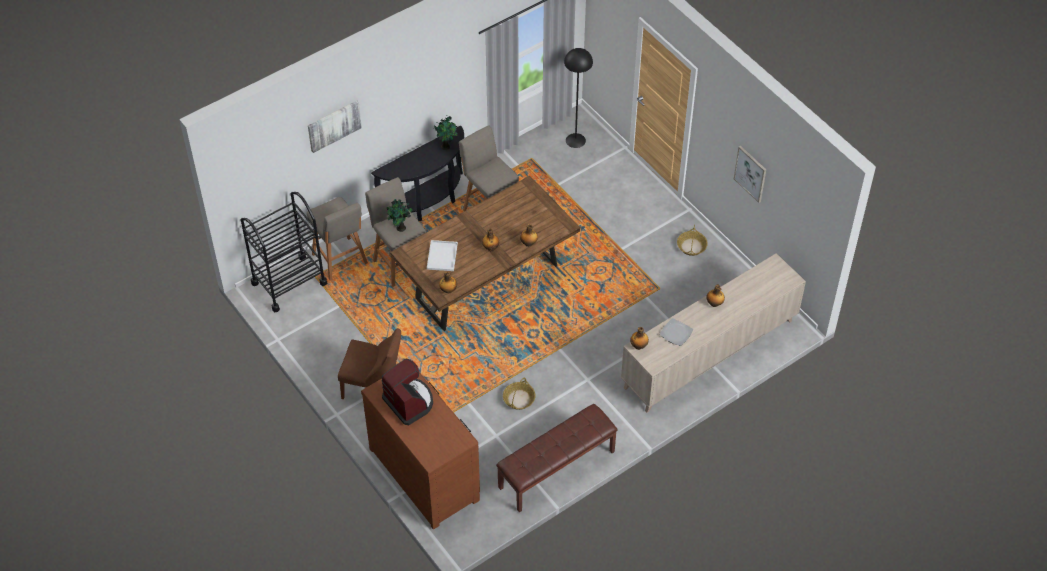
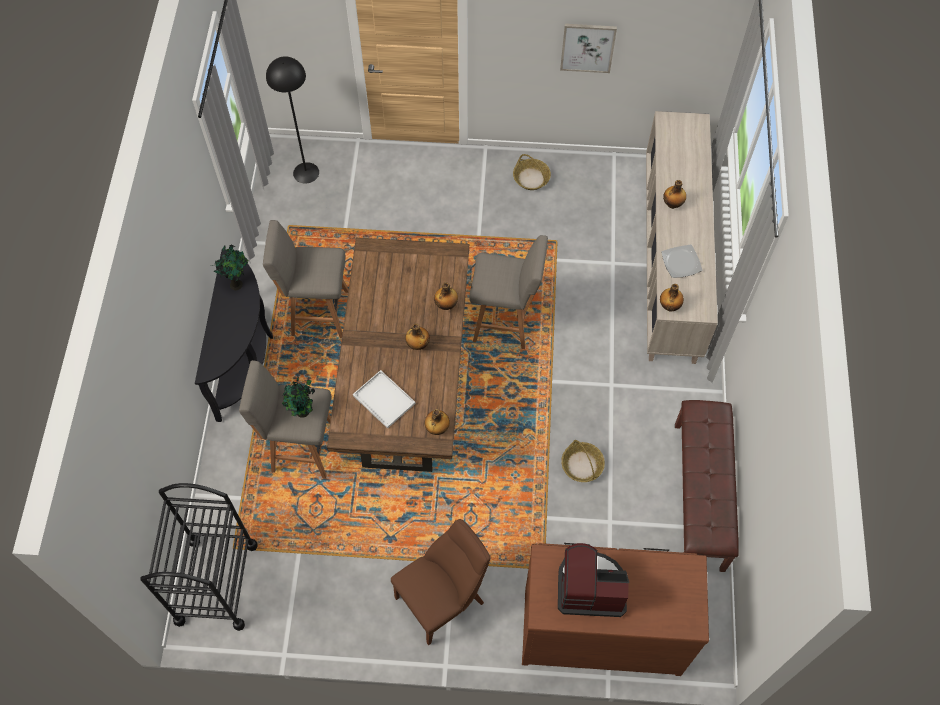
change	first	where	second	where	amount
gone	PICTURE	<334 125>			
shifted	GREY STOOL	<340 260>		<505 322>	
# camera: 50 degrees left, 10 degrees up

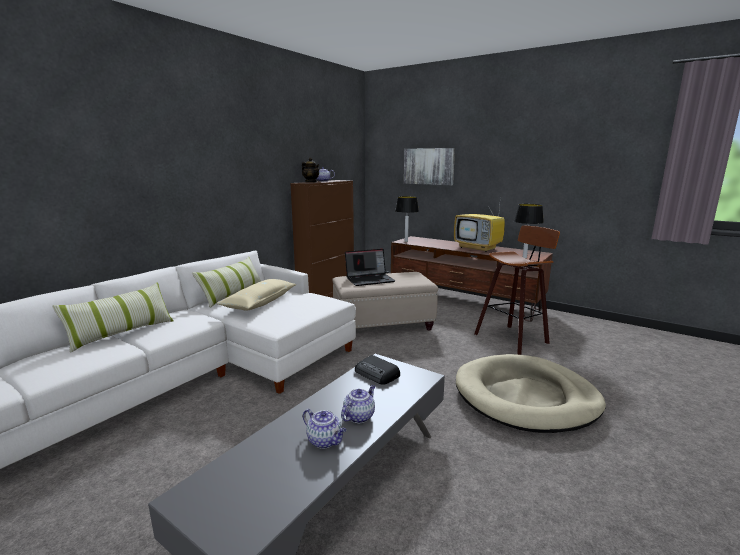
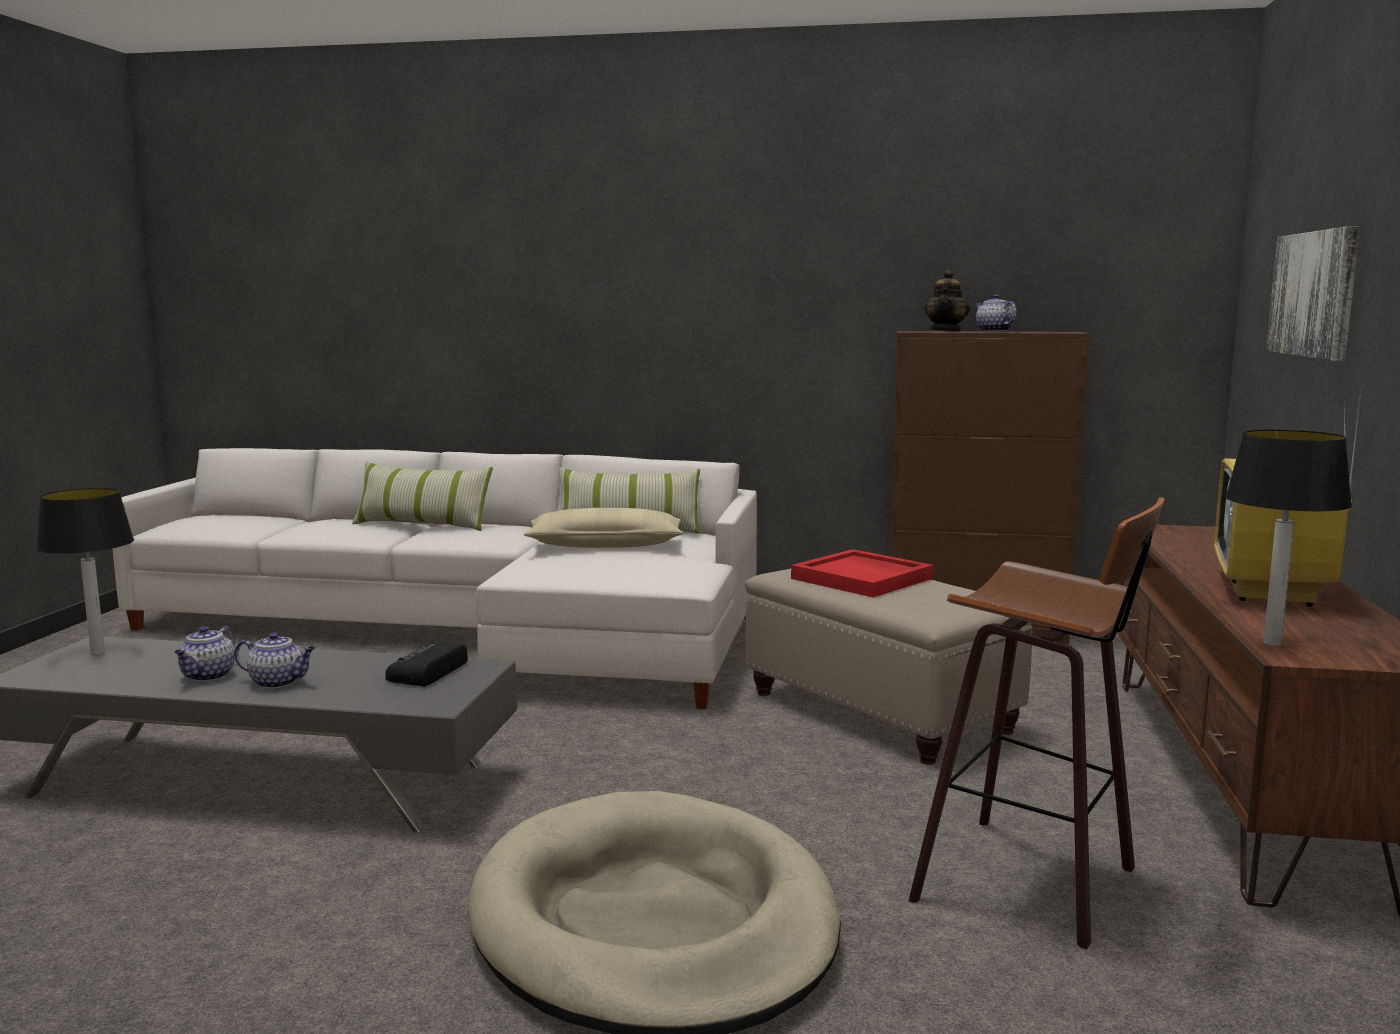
change	first	where	second	where	amount
shifted	TABLE LAMP	<406 241>		<98 652>	
swapped	LAPTOP	<370 279>	RED TRAY	<863 578>	
# camera: 65 degrees right, 5 degrees down

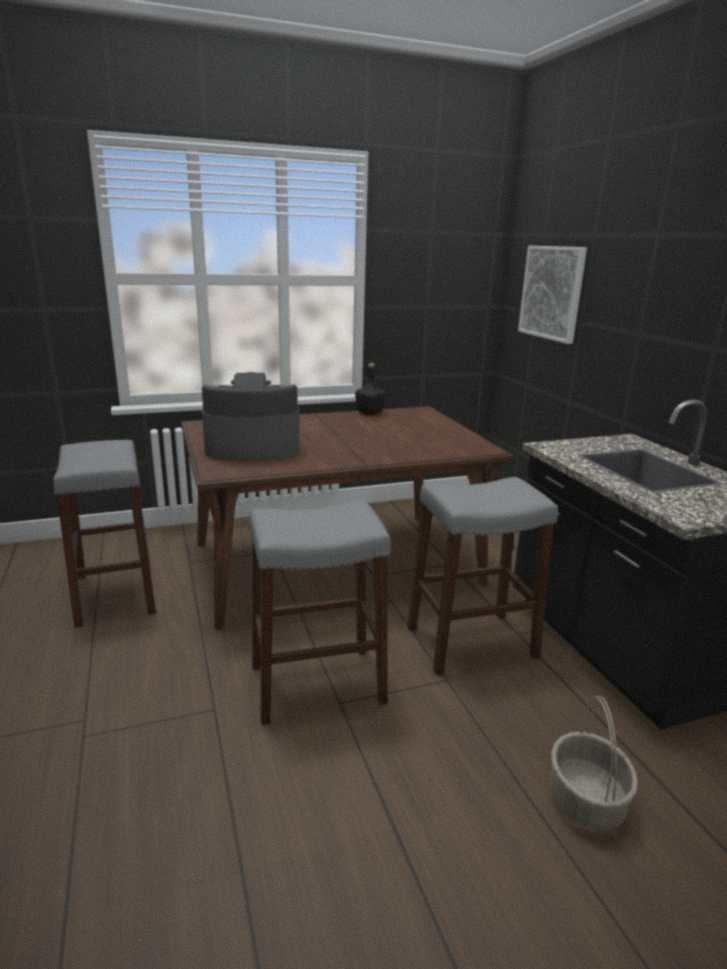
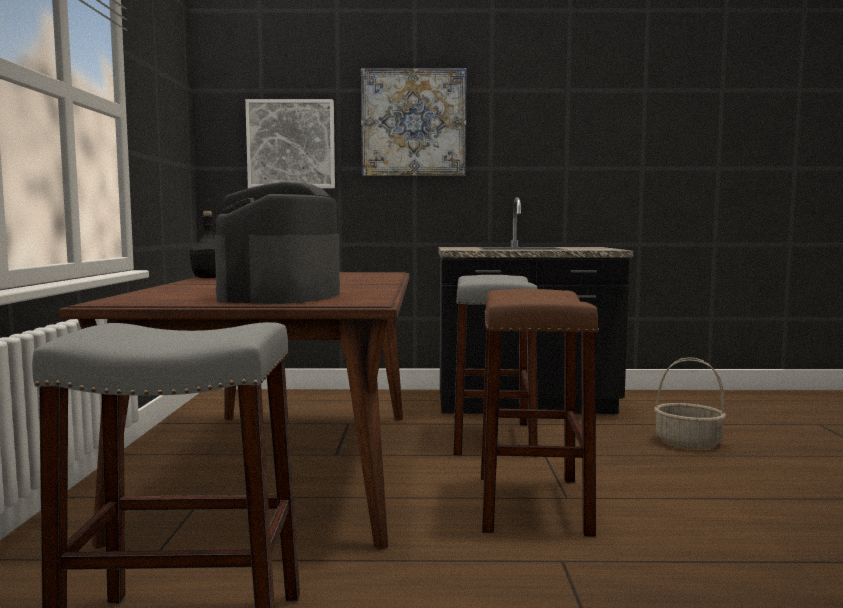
change	first	where	second	where	amount
new			PICTURE	<413 123>	
repainted	GREY STOOL	<316 684>	BROWN STOOL	<532 504>	
# camera: 70 degrees left, 15 degrees down

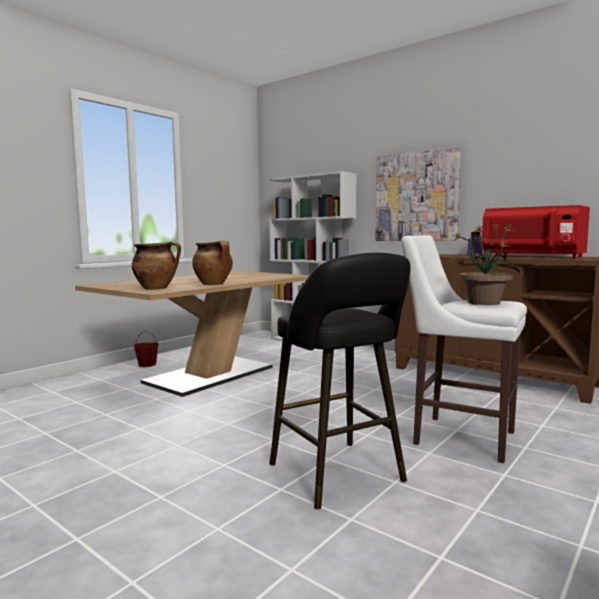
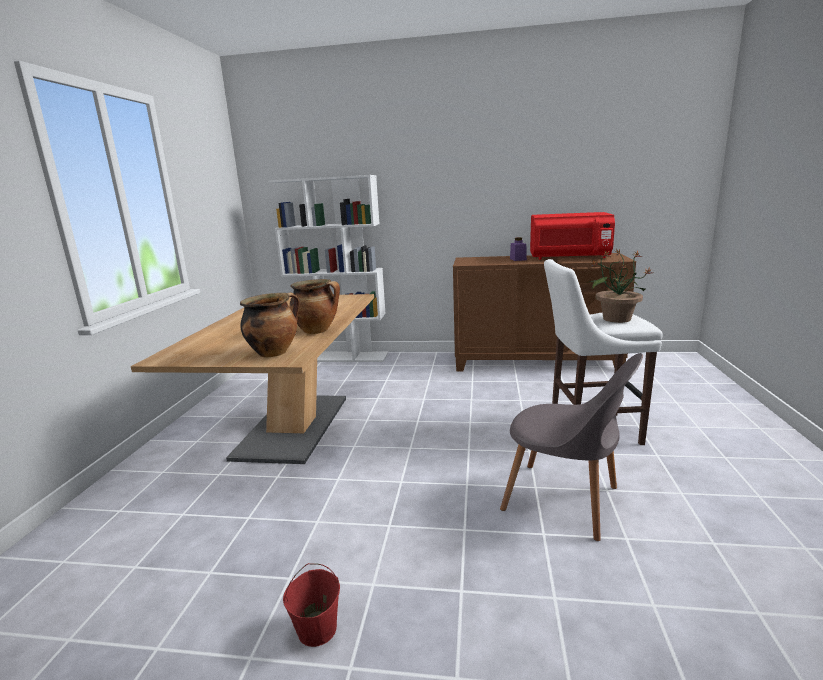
change	first	where	second	where	amount
gone	PICTURE	<416 196>			
shifted	RED BUCKET	<147 365>		<317 629>	
swapped	BLACK STOOL	<340 476>	GREY CHAIR	<566 501>	
# camera: 30 degrees left, 10 degrees up

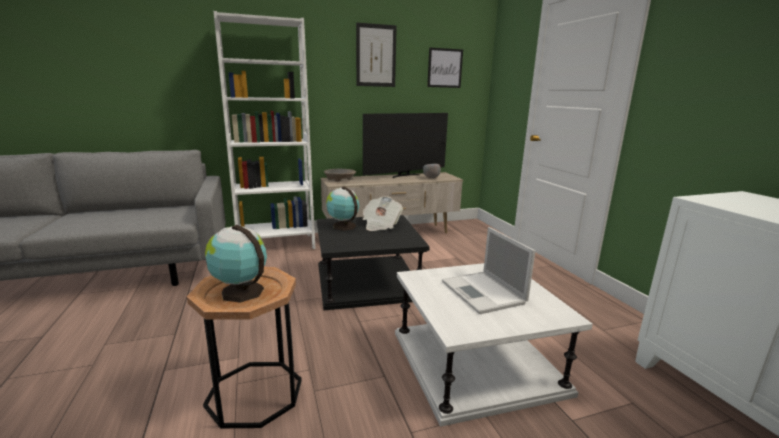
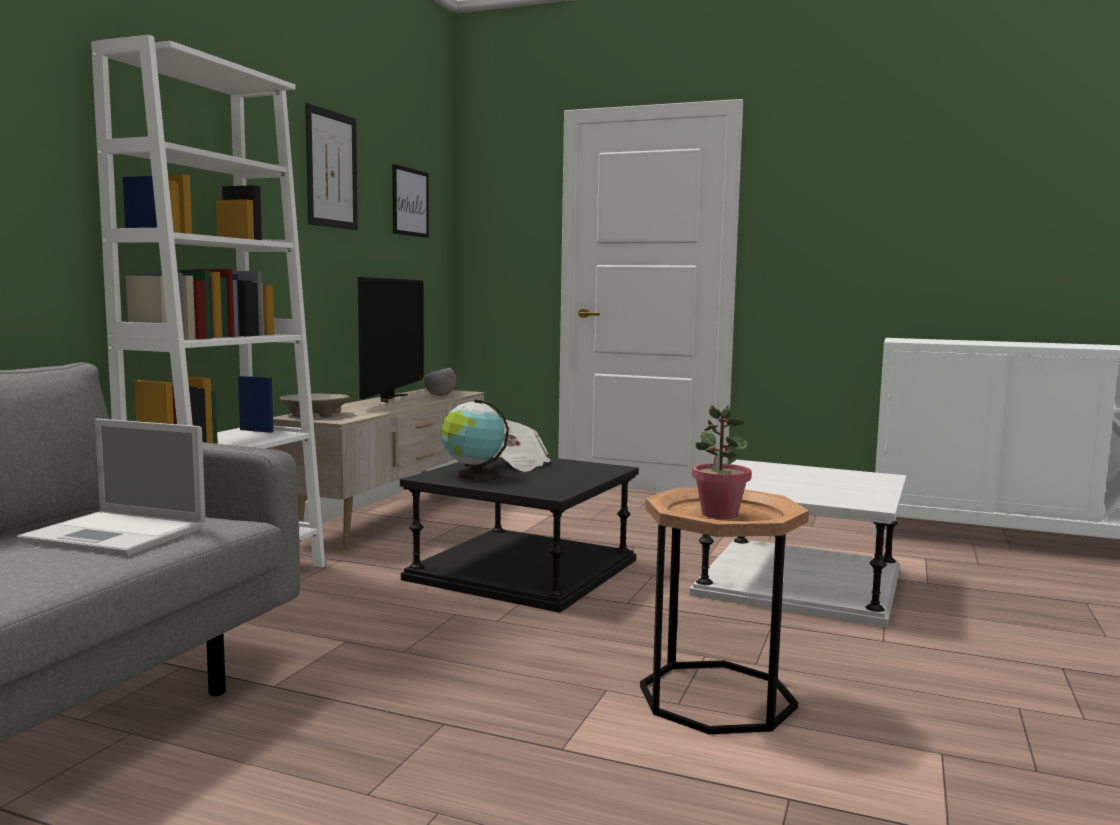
change	first	where	second	where	amount
shifted	LAPTOP	<484 293>		<118 534>	
swapped	GLOBE	<240 291>	POTTED PLANT	<719 514>	
# camera: 50 degrees left, 10 degrees down

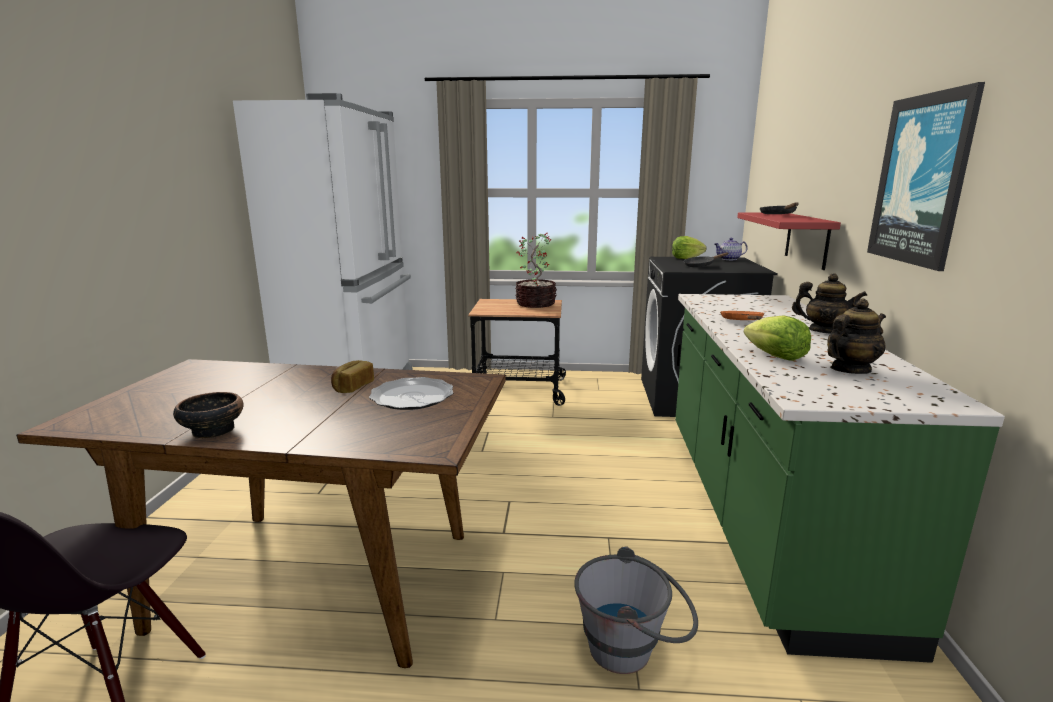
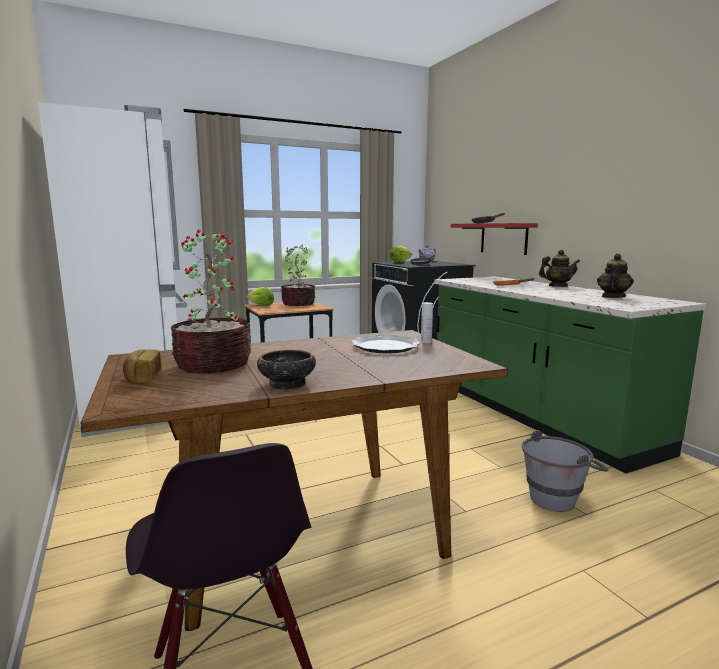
change	first	where	second	where	amount
gone	PICTURE	<922 180>			
new			POTTED PLANT	<214 364>	
new			WHITE BOTTLE	<426 342>	
shifted	BREAD	<352 387>		<142 378>	
shifted	LETTUCE	<775 356>		<261 305>	
# camera: 30 degrees left, 5 degrees down

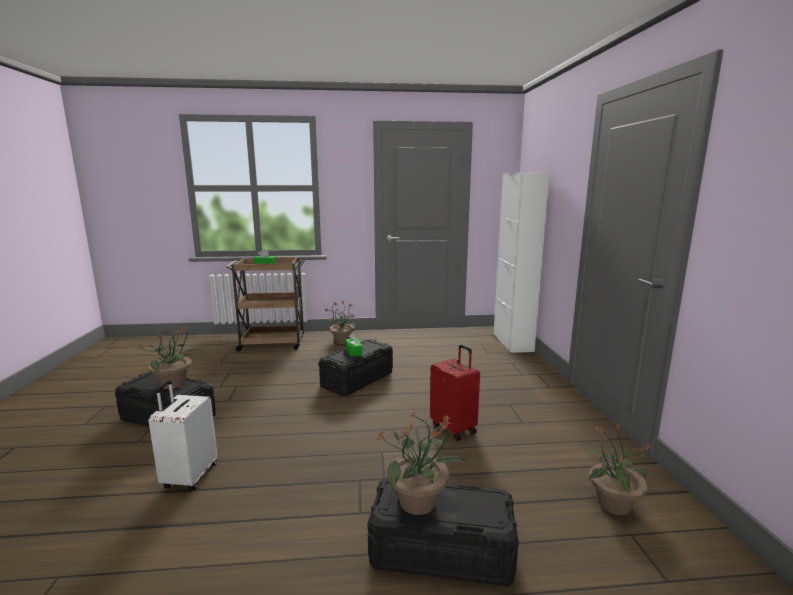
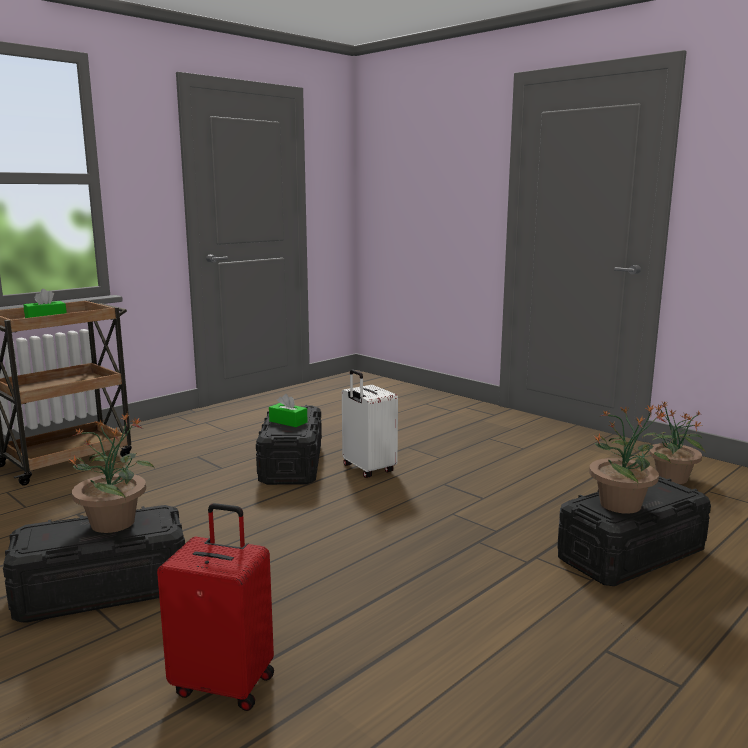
change	first	where	second	where	amount
gone	POTTED PLANT	<342 341>			
gone	WHITE CABINET	<512 342>			
shifted	WHITE SUITCASE	<189 477>		<367 469>	
shifted	RED SUITCASE	<454 428>		<225 683>	
# camera: 40 degrees left, 0 degrees up

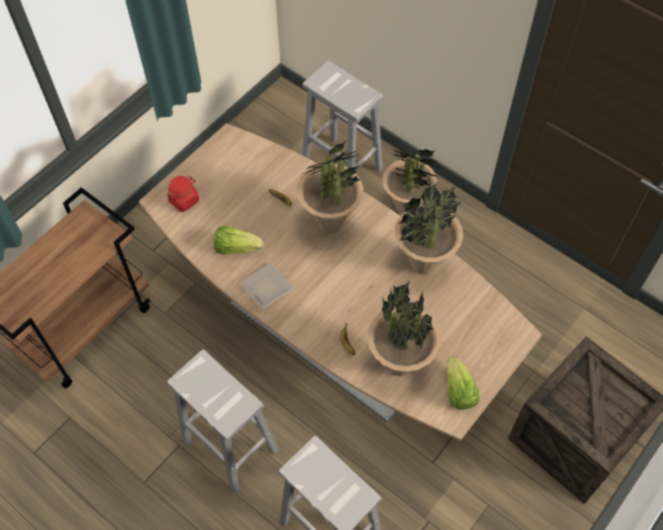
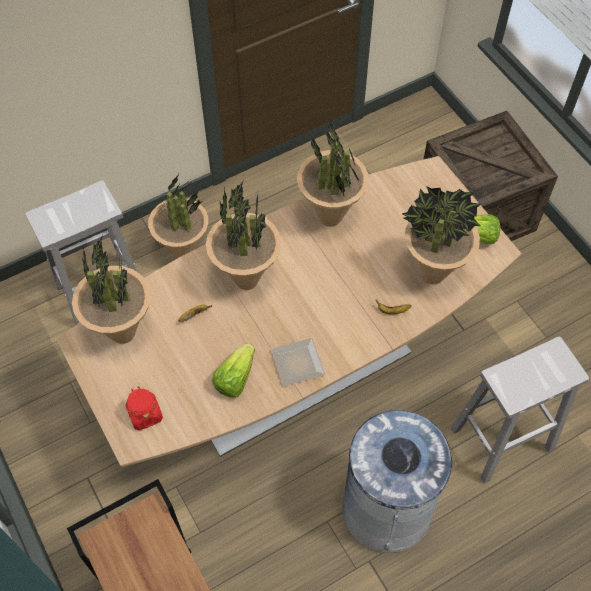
change	first	where	second	where	amount
new			POTTED PLANT	<122 333>	
swapped	WHITE STOOL	<229 445>	GREY TRASH CAN	<386 508>	
# camera: 70 degrees left, 0 degrees up

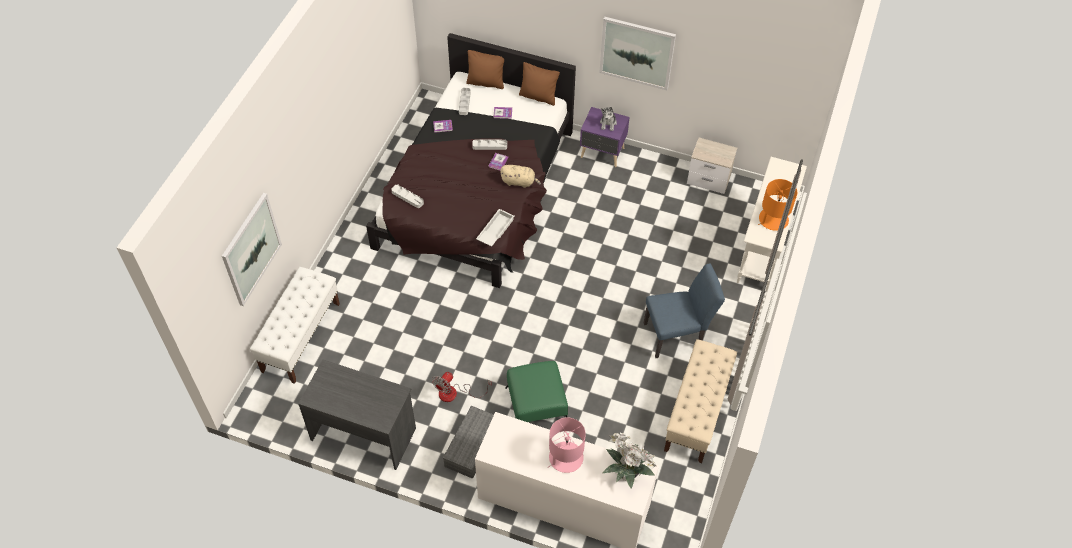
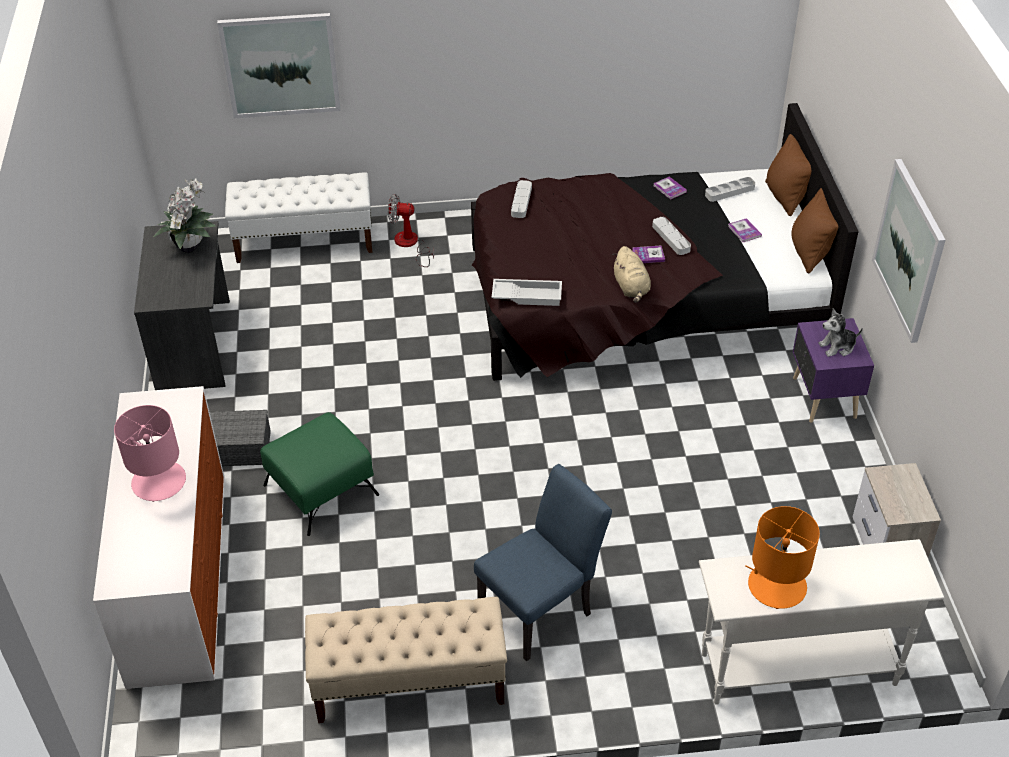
change	first	where	second	where	amount
shifted	FAN	<454 393>		<410 244>	
shifted	POTTED PLANT	<626 472>		<190 246>	
rotated	BLUE CHAIR	<677 335>		<542 609>	90 degrees counterclockwise
# camera: 65 degrees right, 10 degrees down

